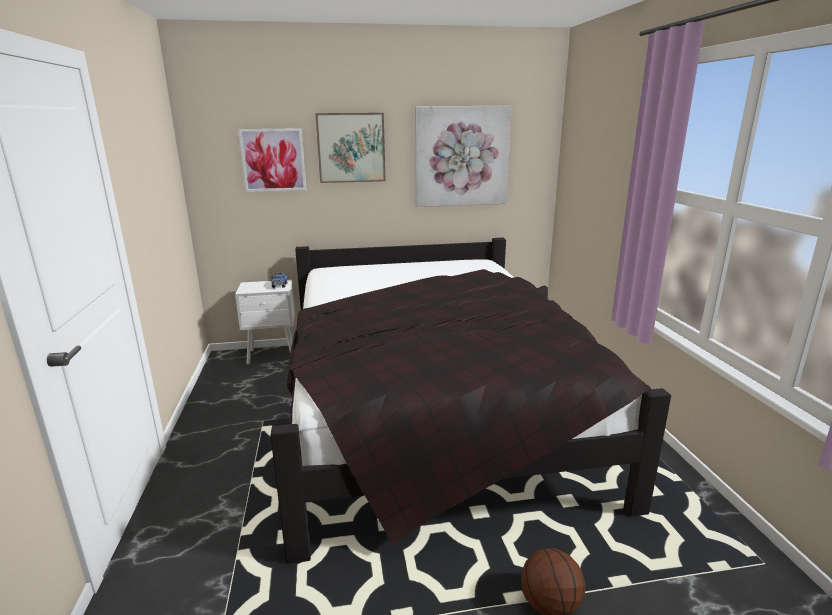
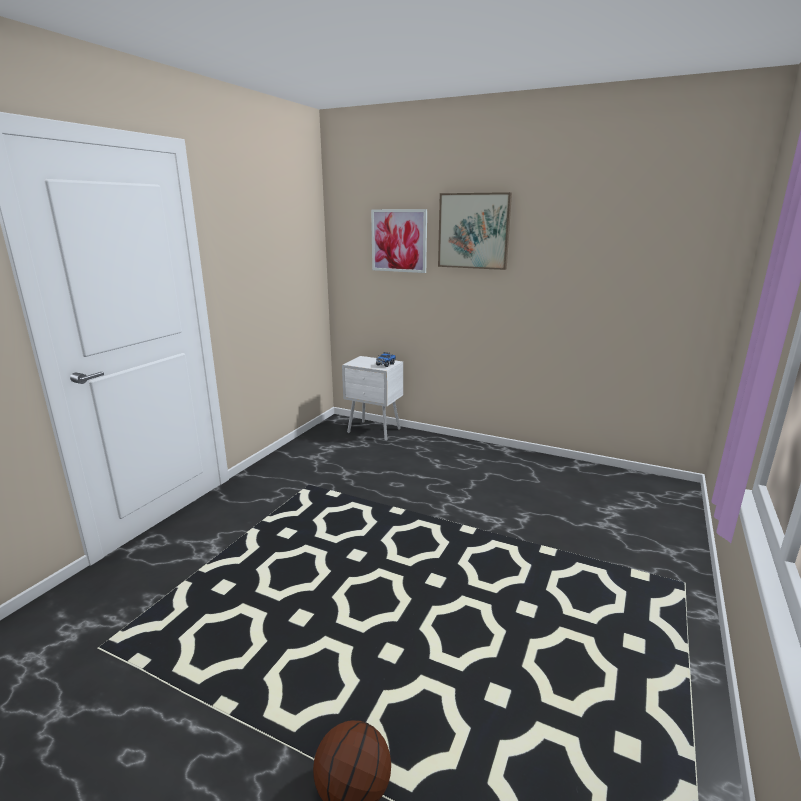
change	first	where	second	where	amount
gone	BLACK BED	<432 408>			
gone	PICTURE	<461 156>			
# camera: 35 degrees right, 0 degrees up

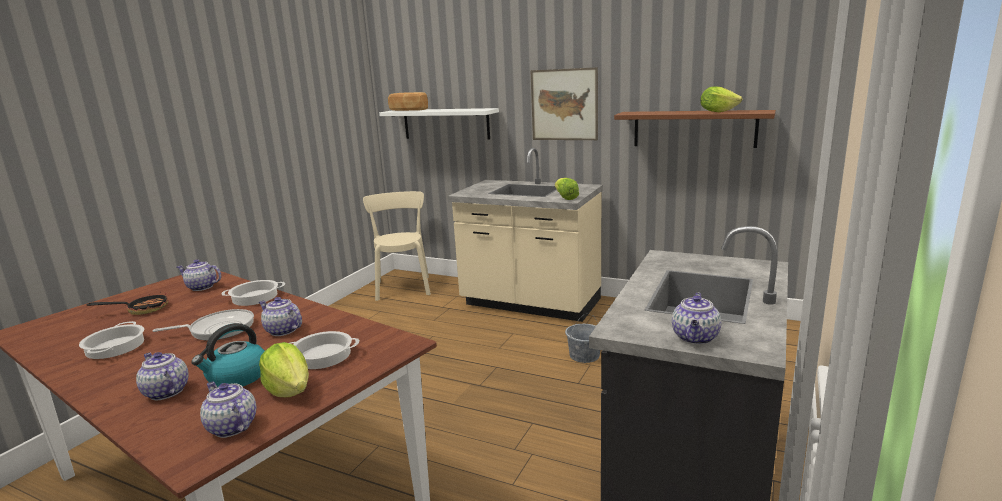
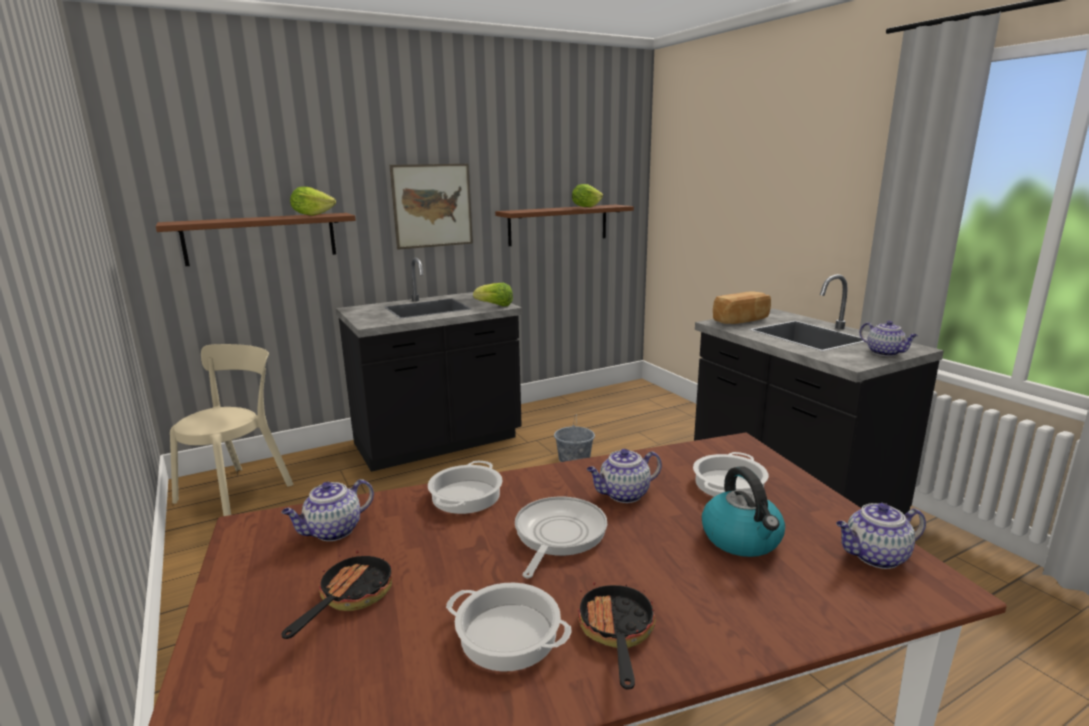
change	first	where	second	where	amount
gone	TEAPOT	<165 392>			
new			FRYING PAN	<616 634>	
shifted	LETTUCE	<289 390>		<312 215>	
shifted	BREAD	<408 110>		<742 320>	
repainted	WHITE SHELF	<446 124>	BROWN SHELF	<261 238>	
repainted	BEIGE COUNTER	<530 304>	BLACK COUNTER	<438 443>	
rotated	BEIGE CHAIR	<403 287>		<239 491>	90 degrees clockwise
# camera: 55 degrees left, 0 degrees up

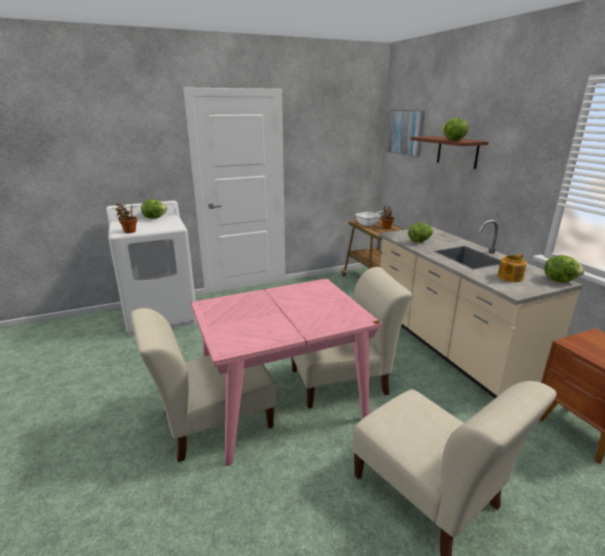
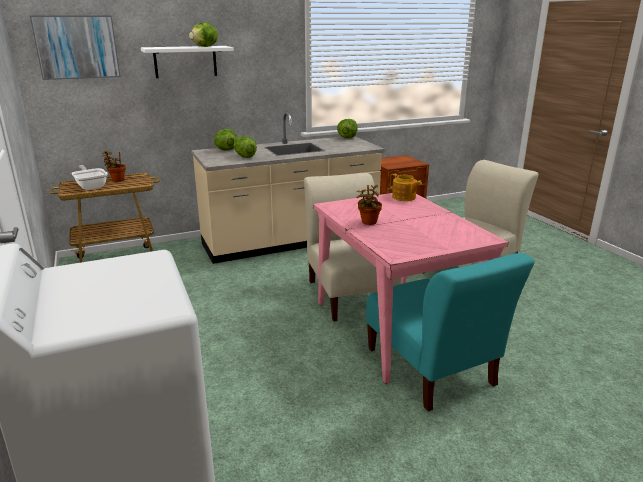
change	first	where	second	where	amount
shifted	POTTED PLANT	<129 231>		<368 223>	
shifted	LETTUCE	<154 218>		<226 150>	
shifted	TEAPOT	<509 277>		<404 197>	
repainted	BEIGE CHAIR	<212 422>	TURQUOISE CHAIR	<432 370>	
repainted	BROWN SHELF	<457 152>	WHITE SHELF	<185 61>	
# camera: 90 degrees left, 0 degrees up

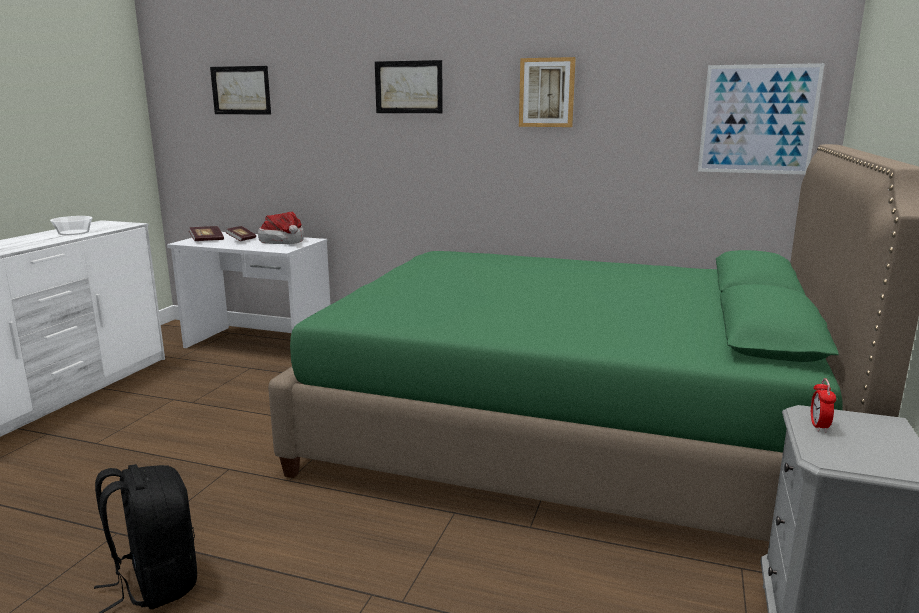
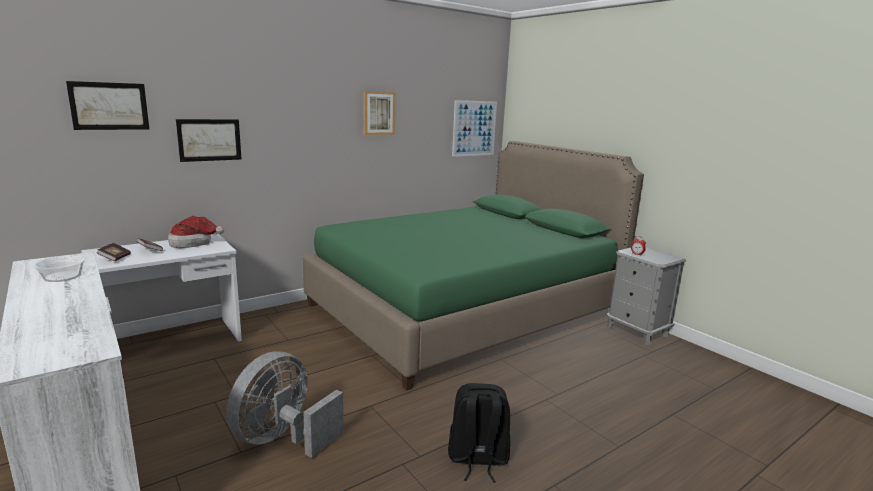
change	first	where	second	where	amount
new			GREY FAN	<283 438>	
shifted	PICTURE	<408 87>		<209 140>	
# camera: 55 degrees left, 0 degrees up

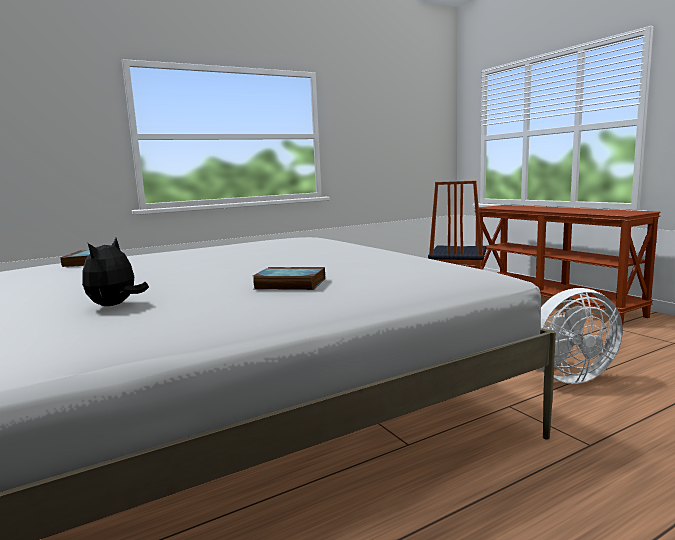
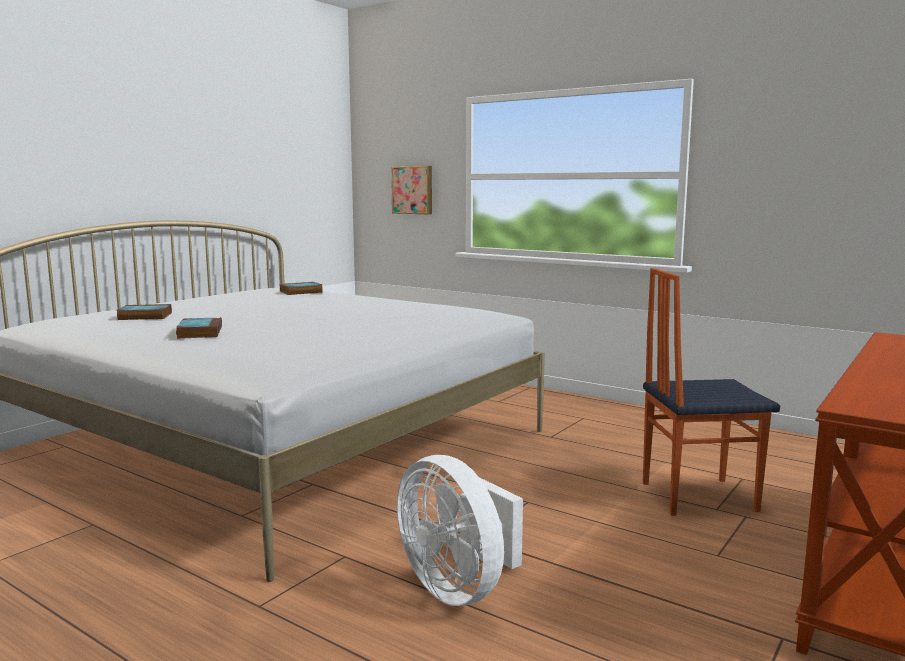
change	first	where	second	where	amount
new			PICTURE	<413 190>	
swapped	PLUSH TOY	<115 305>	BOOK	<143 316>	
# camera: 65 degrees right, 0 degrees up

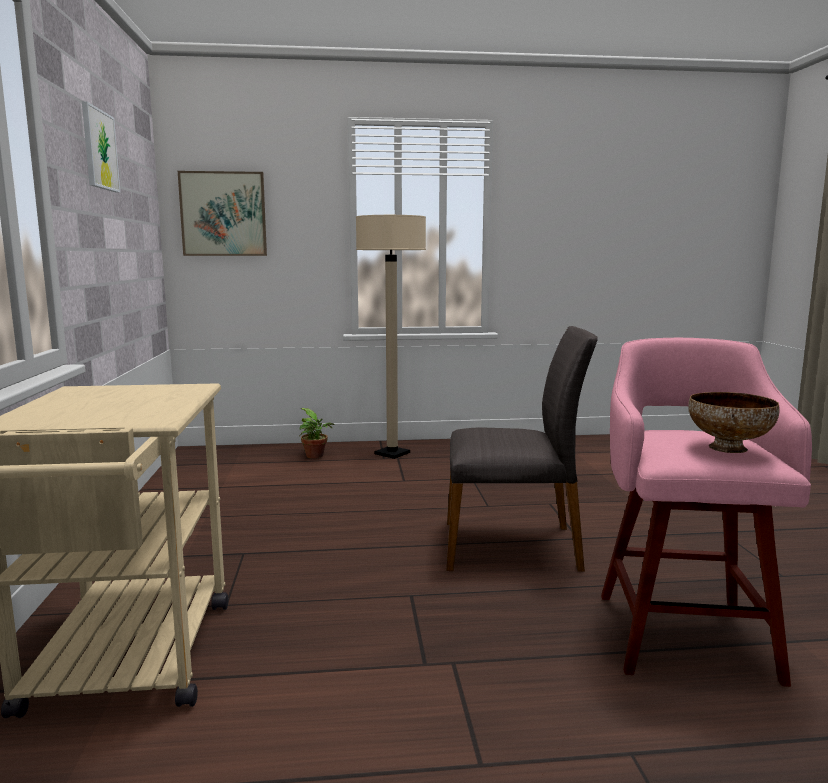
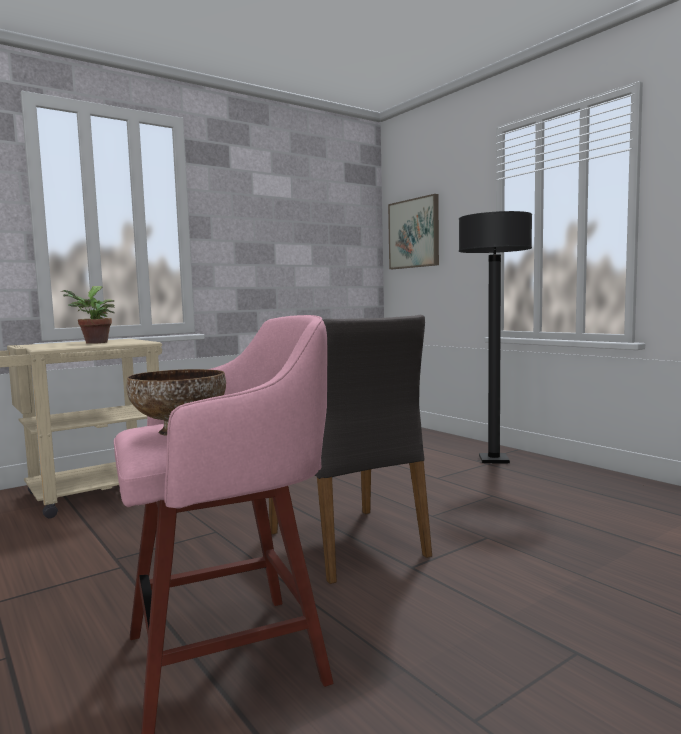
change	first	where	second	where	amount
gone	PICTURE	<99 149>			
shifted	POTTED PLANT	<316 456>		<94 343>	
repainted	BEIGE FLOOR LAMP	<392 454>	BLACK FLOOR LAMP	<494 460>	
# camera: 60 degrees right, 5 degrees down

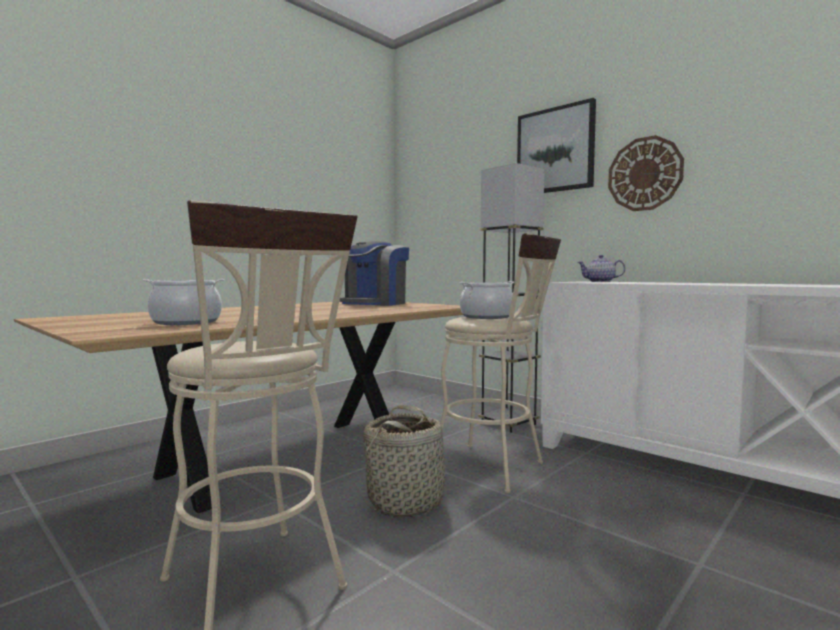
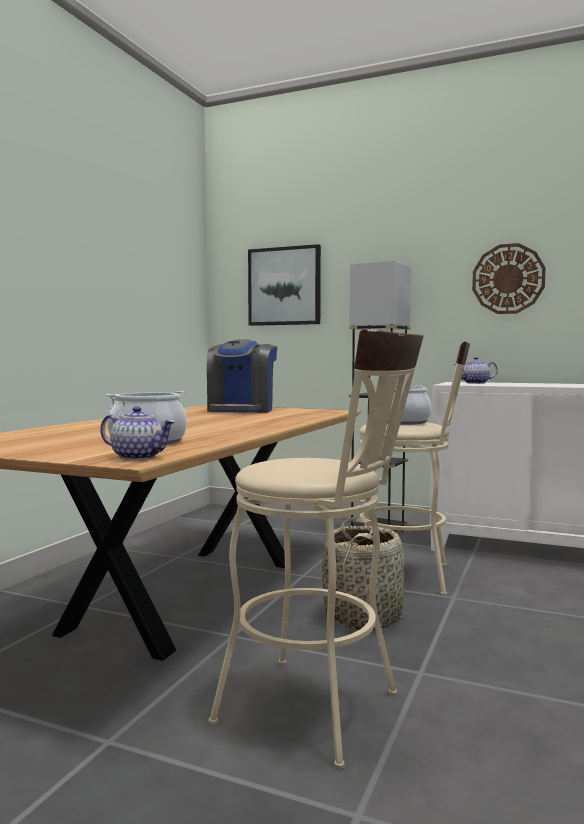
change	first	where	second	where	amount
new			TEAPOT	<138 457>	
shifted	PICTURE	<555 150>		<284 286>	
# camera: 20 degrees left, 0 degrees up

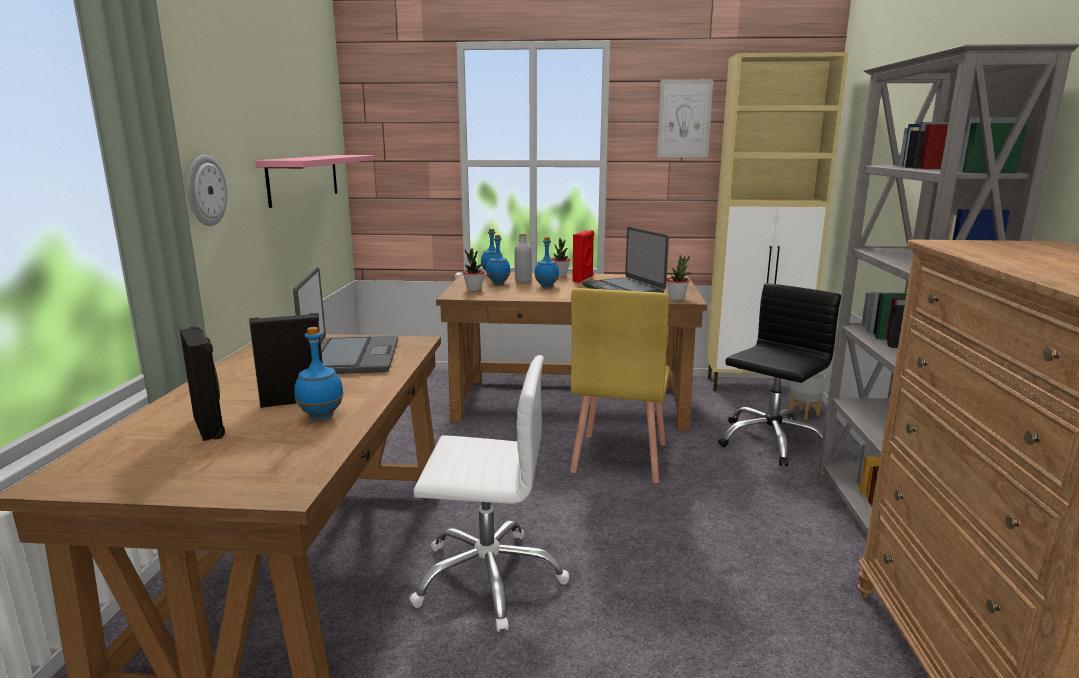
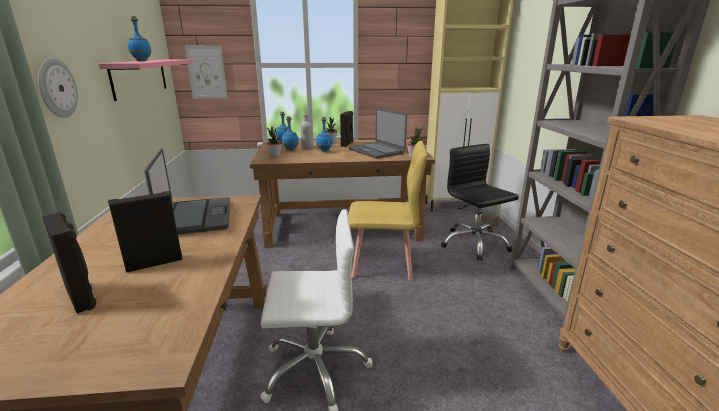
change	first	where	second	where	amount
shifted	BLUE BOTTLE	<322 416>		<142 61>	
shifted	PICTURE	<684 119>		<206 72>	
repainted	RED SPEAKER	<583 279>	BLACK SPEAKER	<347 144>	
rotated	YELLOW CHAIR	<618 458>		<383 264>	90 degrees counterclockwise
rotated	BLACK OFFICE CHAIR	<770 441>		<474 244>	60 degrees counterclockwise
# camera: 10 degrees left, 5 degrees up

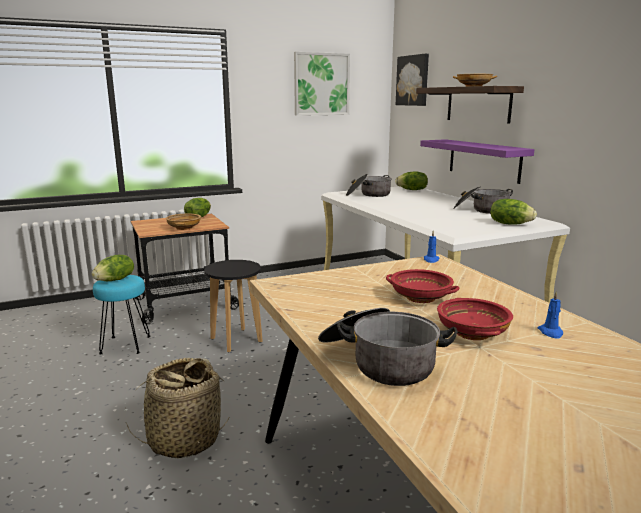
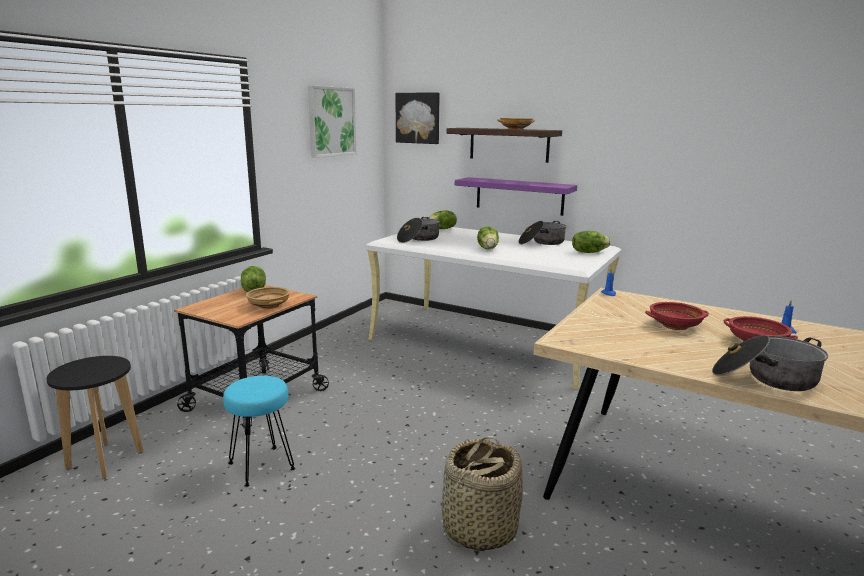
change	first	where	second	where	amount
shifted	LETTUCE	<115 280>		<488 248>	
shifted	BLACK STOOL	<236 340>		<105 460>	
# camera: 35 degrees left, 0 degrees up

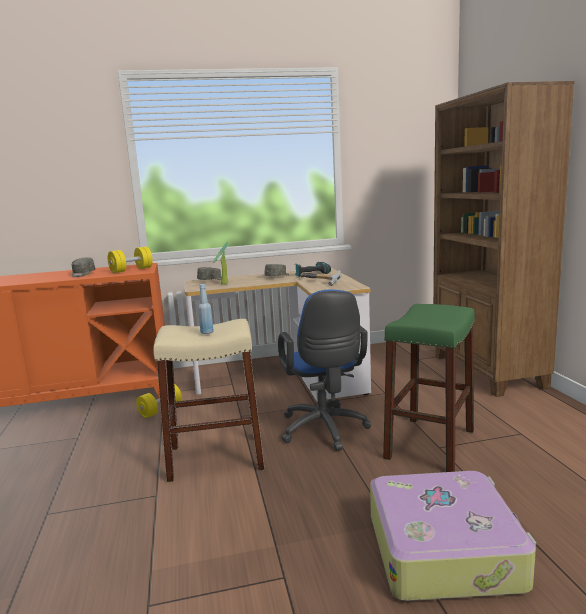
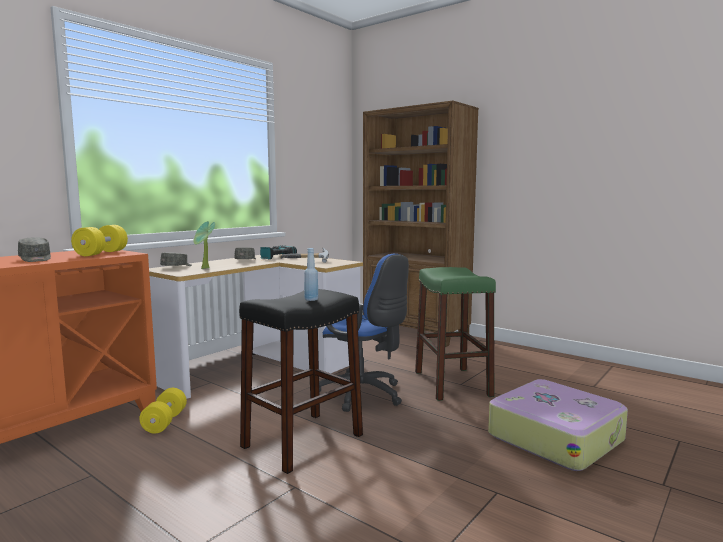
change	first	where	second	where	amount
repainted	BEIGE STOOL	<216 458>	BLACK STOOL	<303 441>	
# camera: 40 degrees left, 5 degrees down

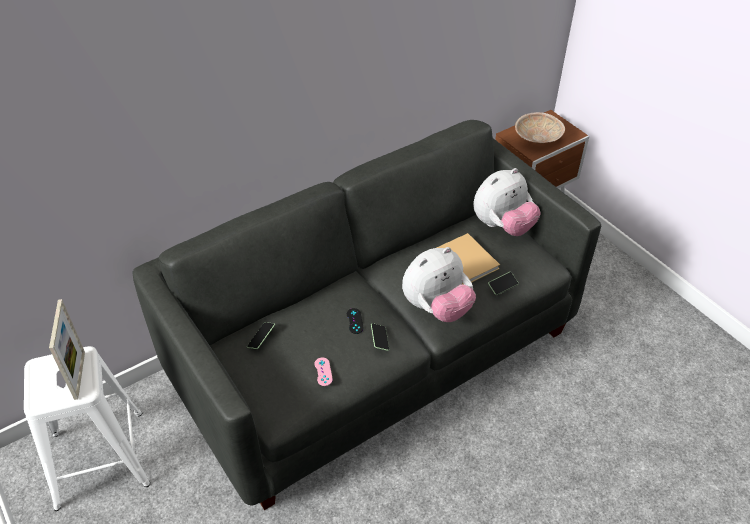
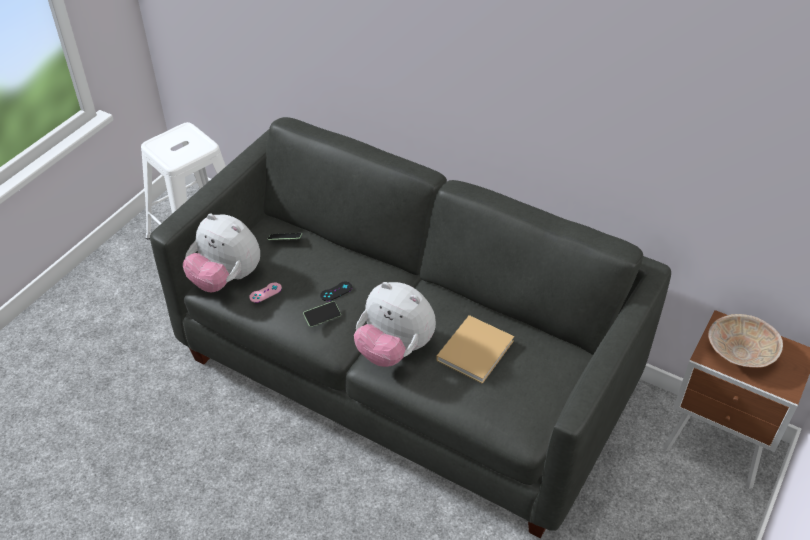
change	first	where	second	where	amount
gone	PICTURE FRAME	<79 375>			
gone	PHONE	<502 286>			
shifted	PLUSH TOY	<502 226>		<226 279>	
# camera: 65 degrees right, 0 degrees up

